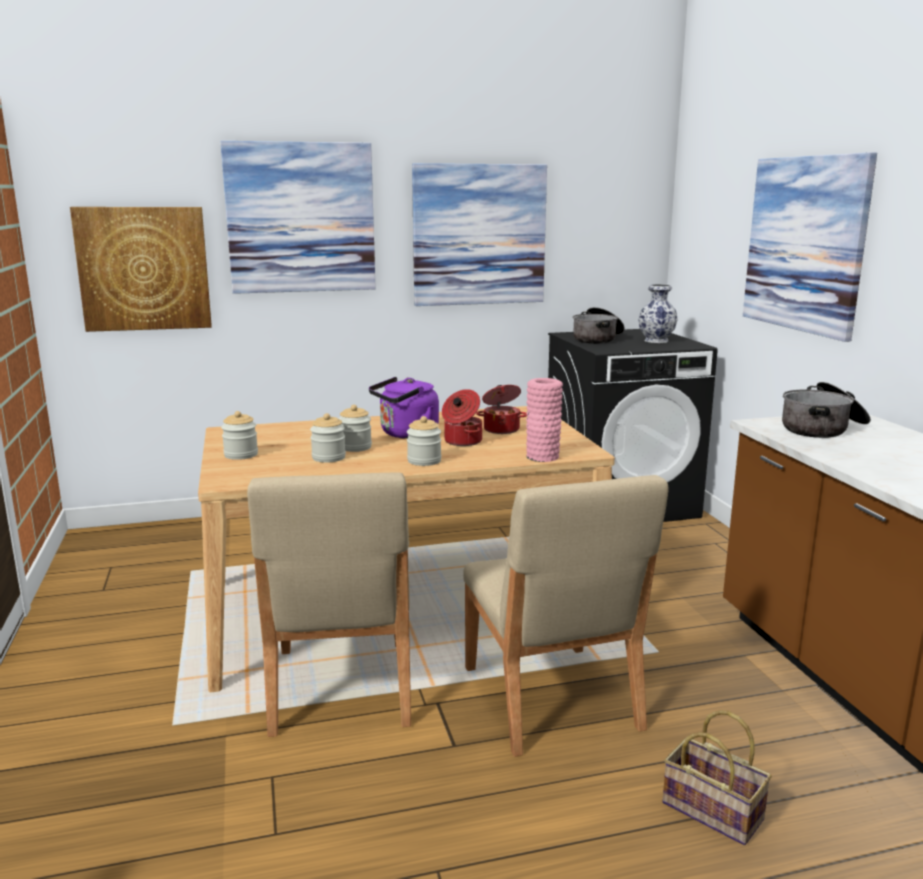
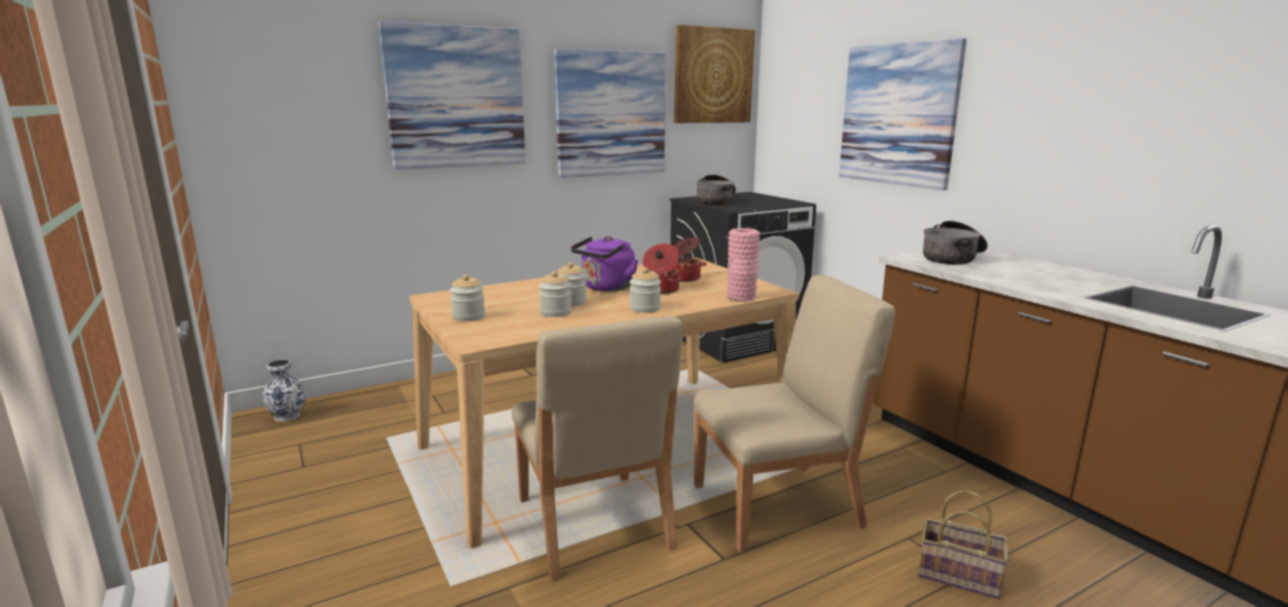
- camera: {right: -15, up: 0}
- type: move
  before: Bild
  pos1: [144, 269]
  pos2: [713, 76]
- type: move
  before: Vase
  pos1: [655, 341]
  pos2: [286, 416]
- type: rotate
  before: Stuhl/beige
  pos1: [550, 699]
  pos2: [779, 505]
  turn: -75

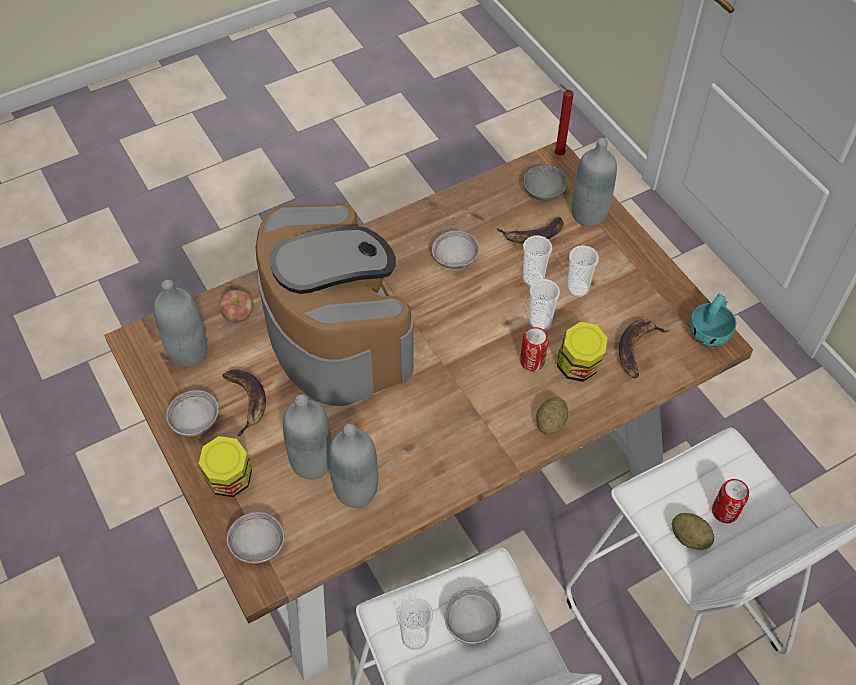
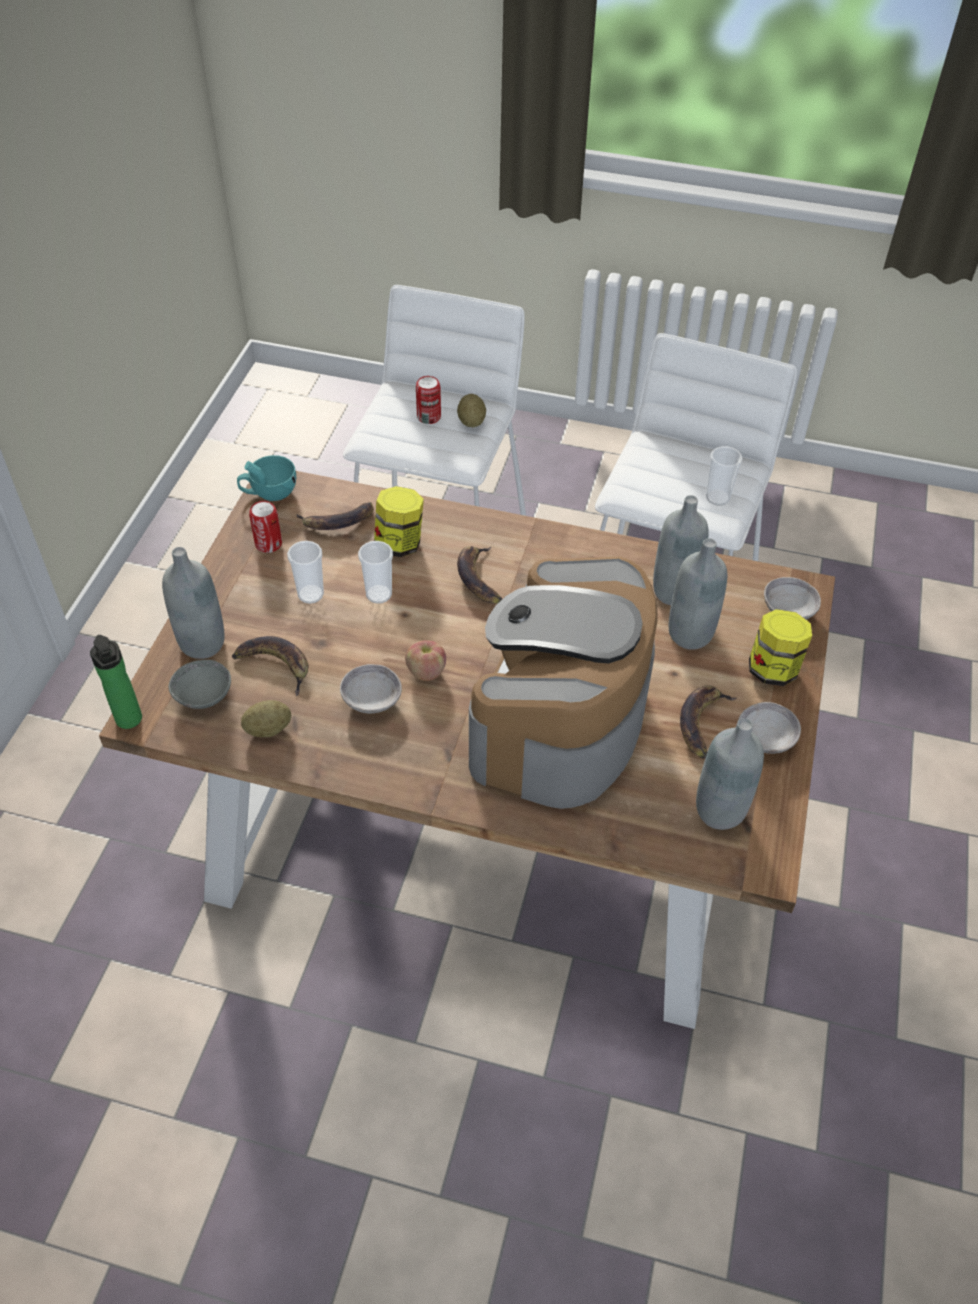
- camera: {right: -135, up: -5}
- type: delete
  before: Schüssel/grau
  pos1: [472, 622]
- type: delete
  before: Tasse
  pos1: [533, 278]
- type: insert
  after: Banane
  pos2: [479, 578]
- type: move
  before: Apfel
  pos1: [238, 315]
  pos2: [426, 671]
- type: move
  before: Dose
  pos1: [532, 361]
  pos2: [268, 544]
- type: move
  before: Kartoffel
  pos1: [550, 423]
  pos2: [268, 729]
- type: replace
  before: Kerze/rot
  after: Flasche
  pos1: [557, 154]
  pos2: [130, 722]

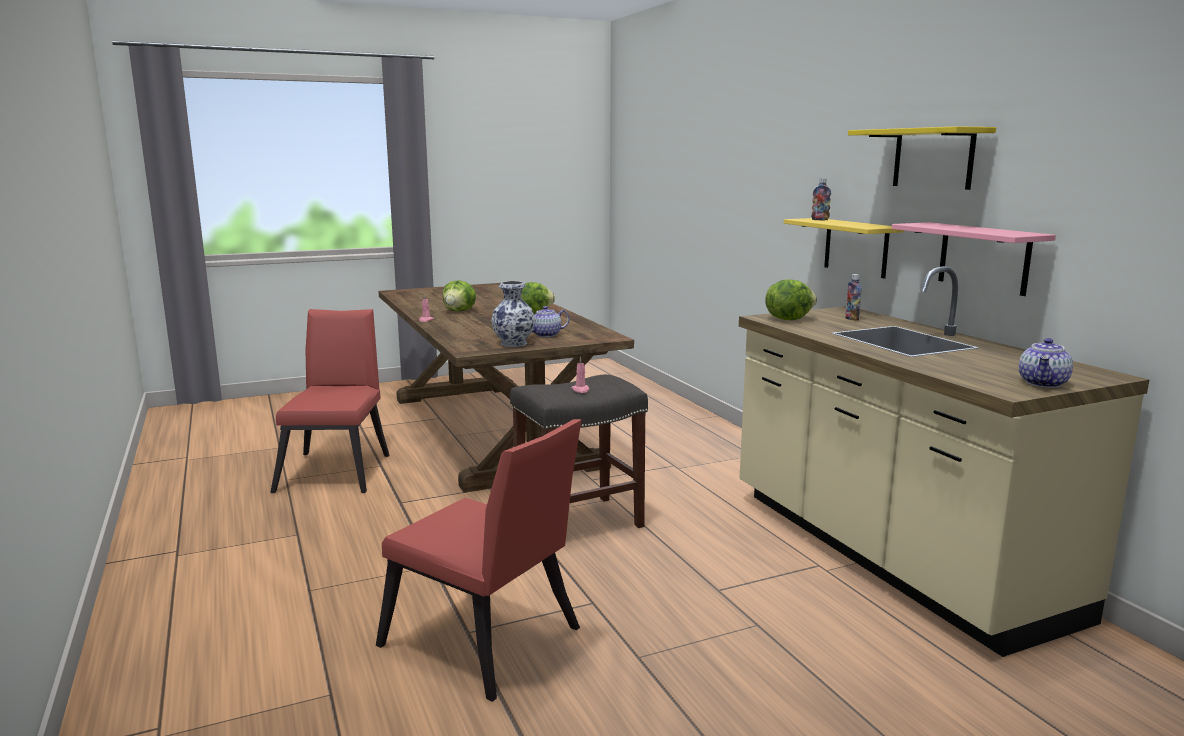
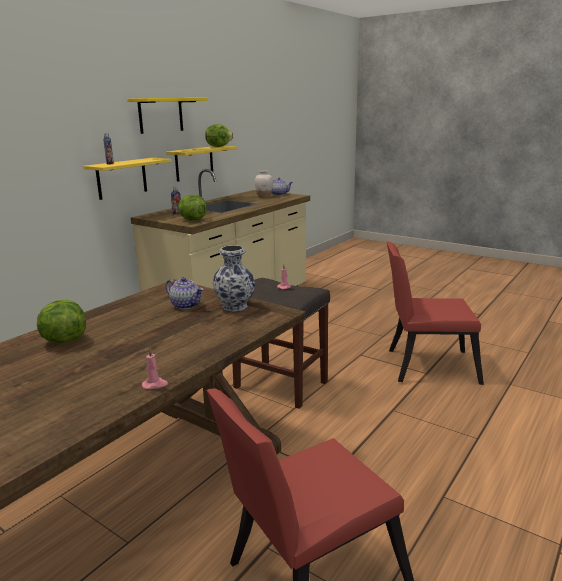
- camera: {right: -120, up: 5}
- type: insert
  after: Vase/weiß
  pos2: [264, 197]
- type: move
  before: Salatkopf
  pos1: [459, 311]
  pos2: [218, 146]
- type: recolor
  before: Wandregal/rosa
  after: Wandregal/gelb
  pos1: [983, 258]
  pos2: [194, 163]
- type: rotate
  before: Stuhl/rot
  pos1: [487, 644]
  pos2: [425, 365]
  turn: -90

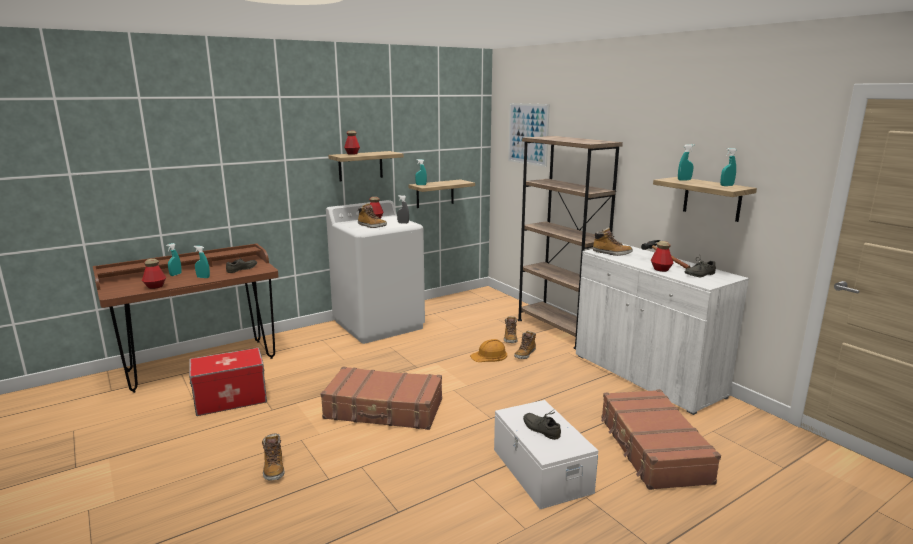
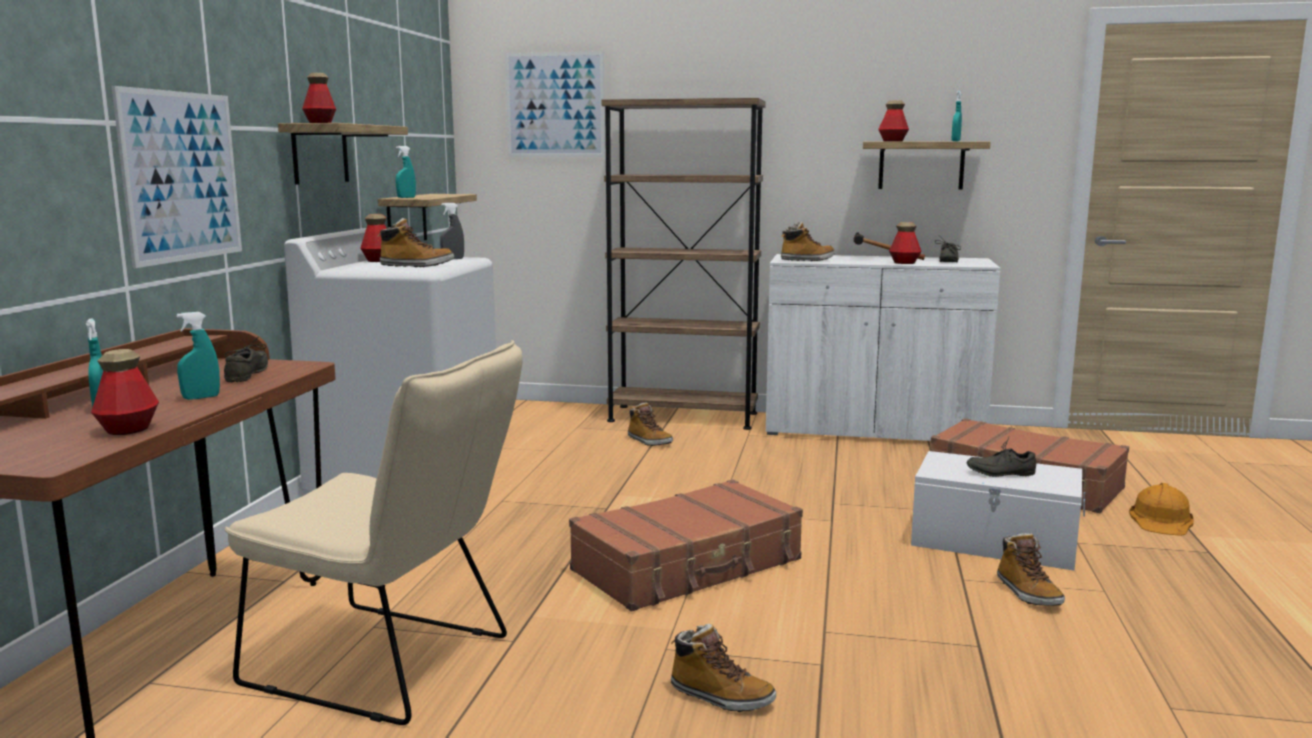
- camera: {right: -45, up: -5}
- type: insert
  after: Bild
  pos2: [181, 176]
- type: move
  before: Schutzhelm/orange
  pos1: [489, 355]
  pos2: [1162, 520]
- type: move
  before: Stiefel
  pos1: [525, 354]
  pos2: [1027, 593]
- type: replace
  before: Aufbewahrungsbox
  after: Stuhl/beige
  pos1: [230, 400]
  pos2: [392, 665]
- type: replace
  before: Sprühflasche/türkis
  after: Flasche
  pos1: [684, 180]
  pos2: [893, 141]

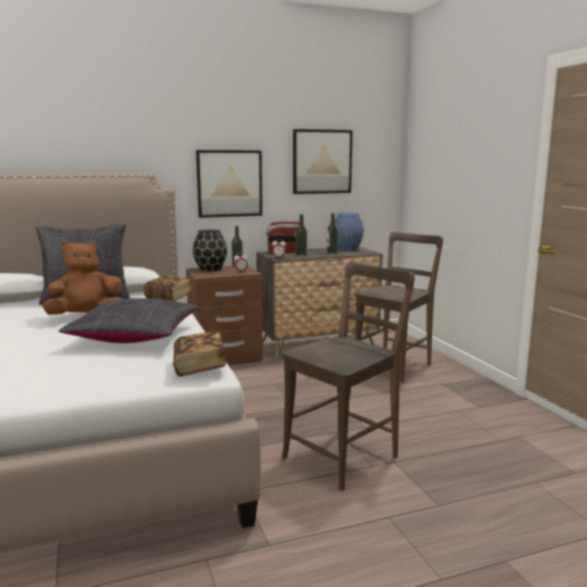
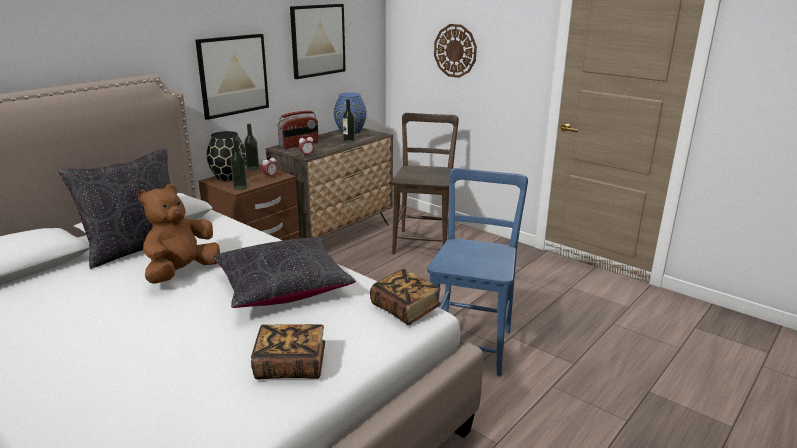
- camera: {right: -30, up: 10}
- type: insert
  after: Wanduhr
  pos2: [455, 50]
- type: move
  before: Buch
  pos1: [169, 298]
  pos2: [290, 366]
- type: move
  before: Flasche
  pos1: [301, 256]
  pos2: [240, 188]
- type: recolor
  before: Stuhl/braun
  after: Stuhl/blau
  pos1: [345, 455]
  pos2: [471, 343]

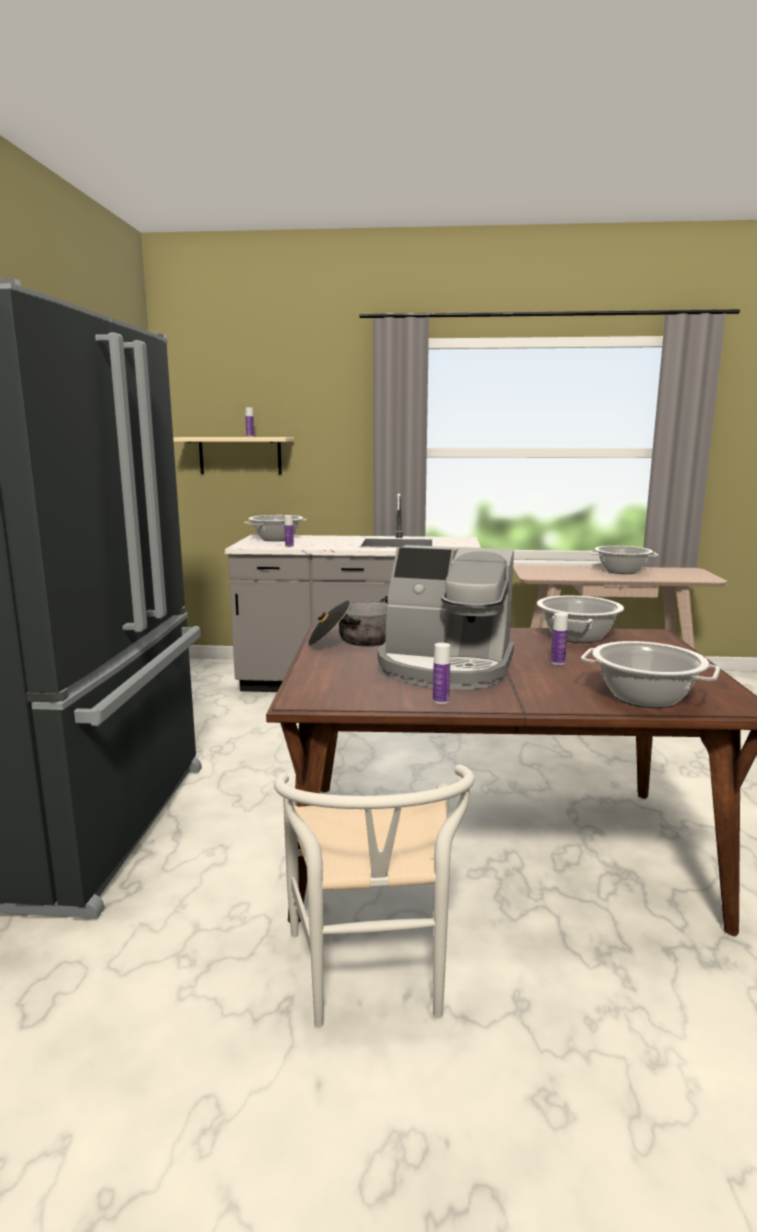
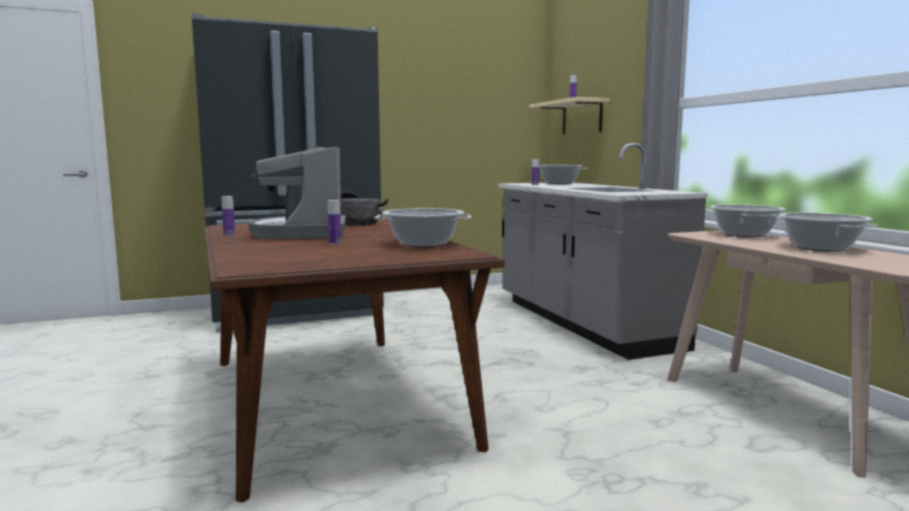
- camera: {right: 65, up: -5}
- type: delete
  before: Stuhl/weiß
  pos1: [373, 980]
- type: move
  before: Kochtopf
  pos1: [644, 697]
  pos2: [744, 234]

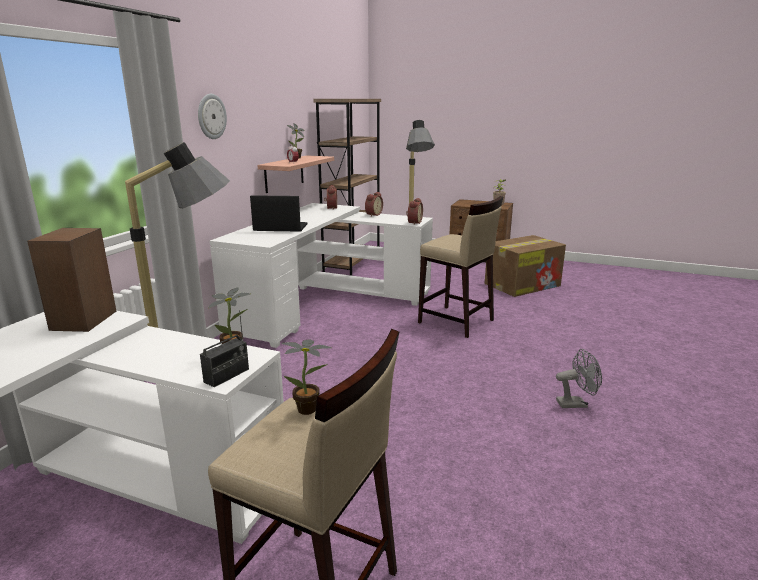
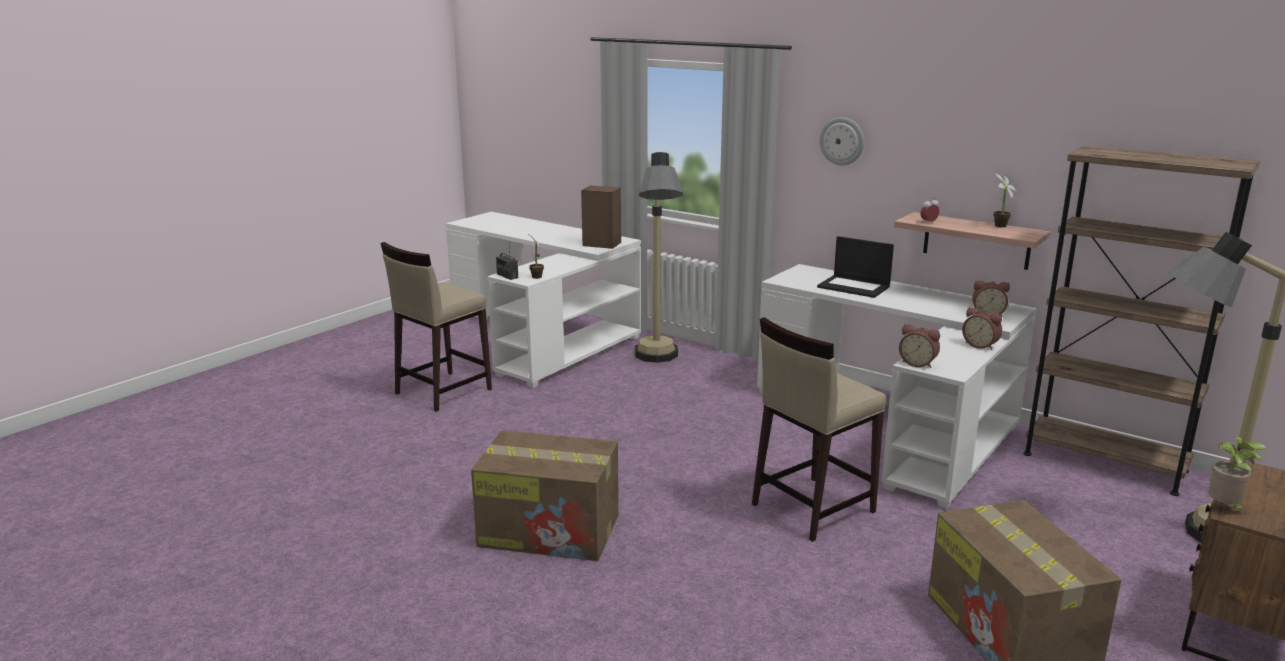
- camera: {right: 105, up: 0}
- type: delete
  before: Topfpflanze
  pos1: [310, 410]
- type: replace
  before: Ventilator/grau
  after: Karton
  pos1: [576, 403]
  pos2: [551, 530]
- type: rotate
  before: Laptop
  pos1: [280, 227]
  pos2: [854, 287]
  turn: 105

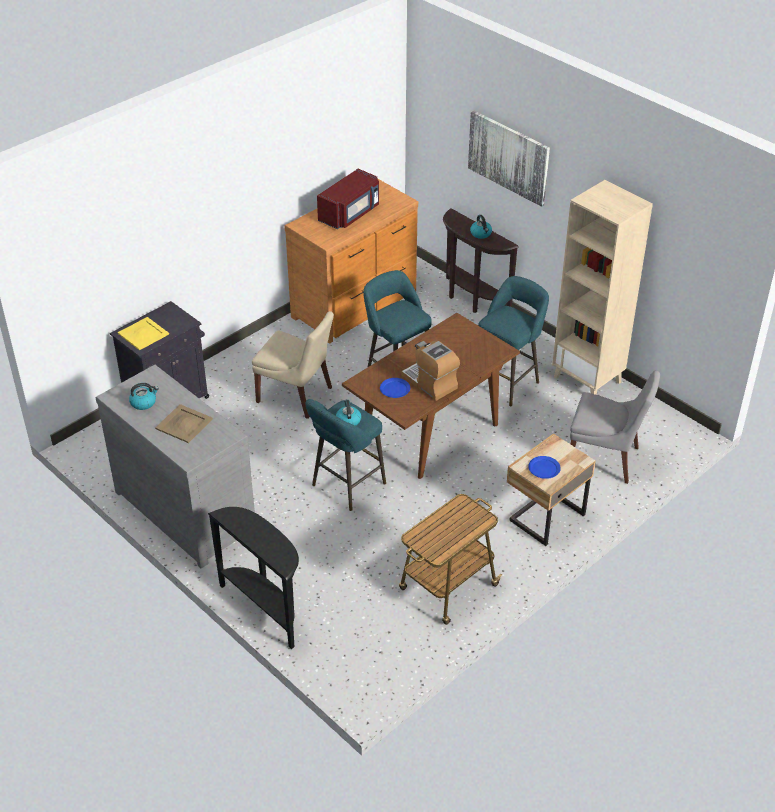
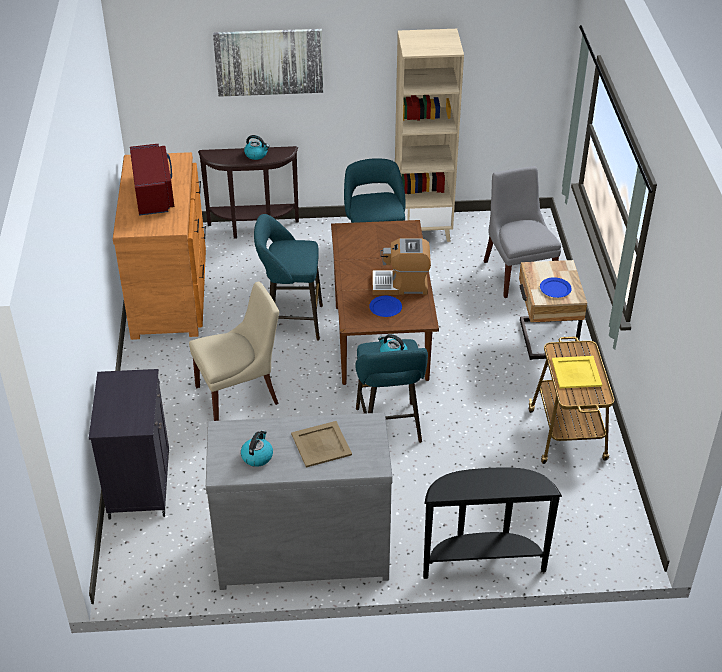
- camera: {right: -50, up: 0}
- type: move
  before: Tablett/gelb
  pos1: [143, 334]
  pos2: [577, 373]
- type: rotate
  before: Stuhl/grau
  pos1: [605, 459]
  pos2: [517, 273]
  turn: -75

